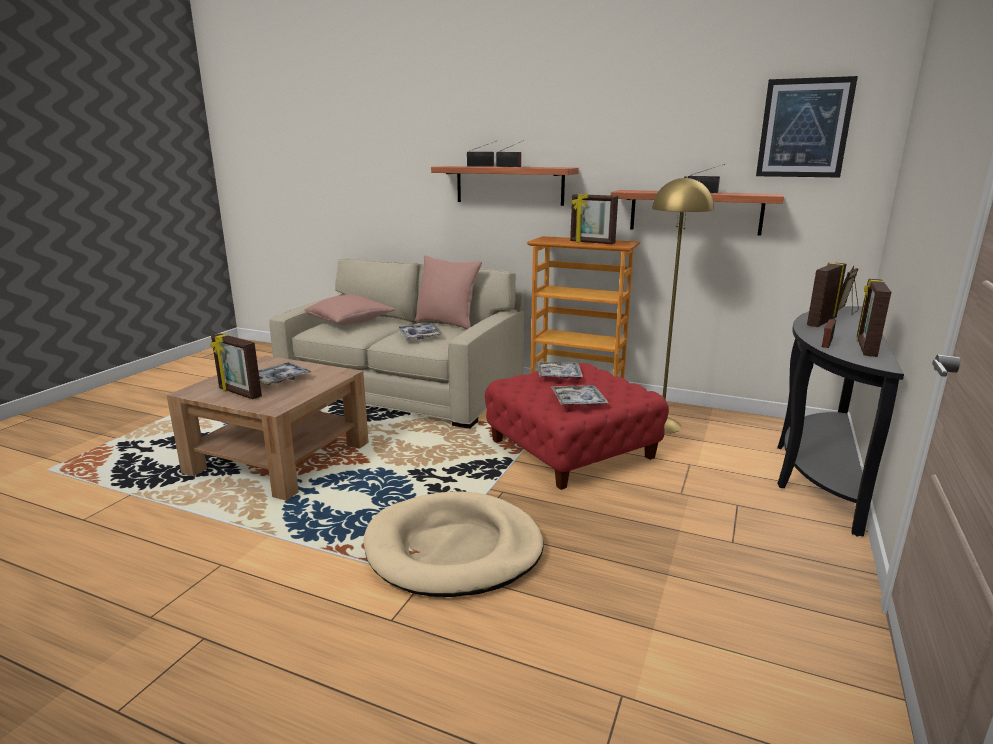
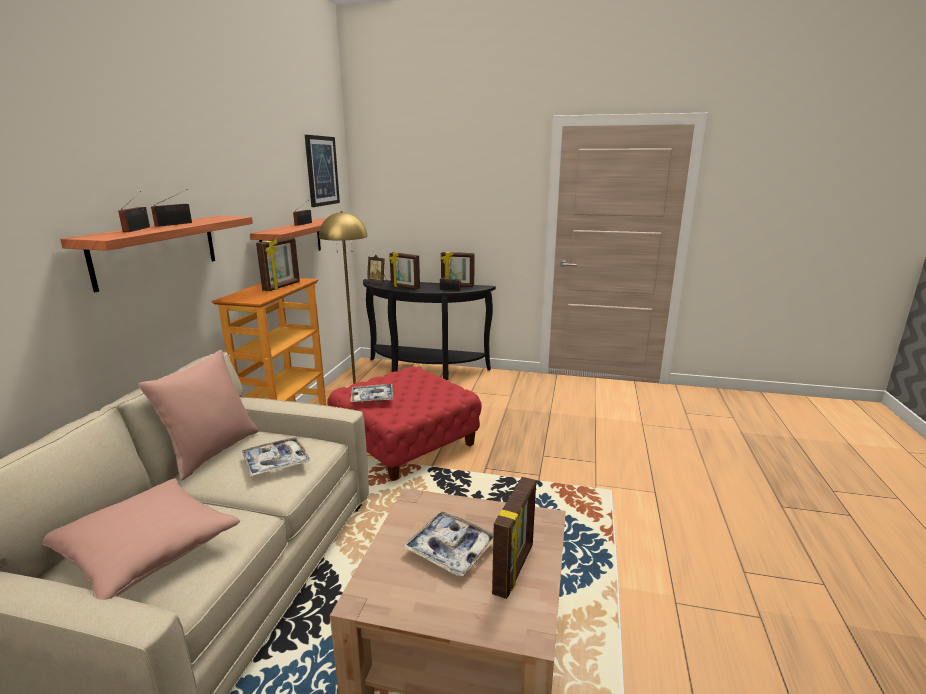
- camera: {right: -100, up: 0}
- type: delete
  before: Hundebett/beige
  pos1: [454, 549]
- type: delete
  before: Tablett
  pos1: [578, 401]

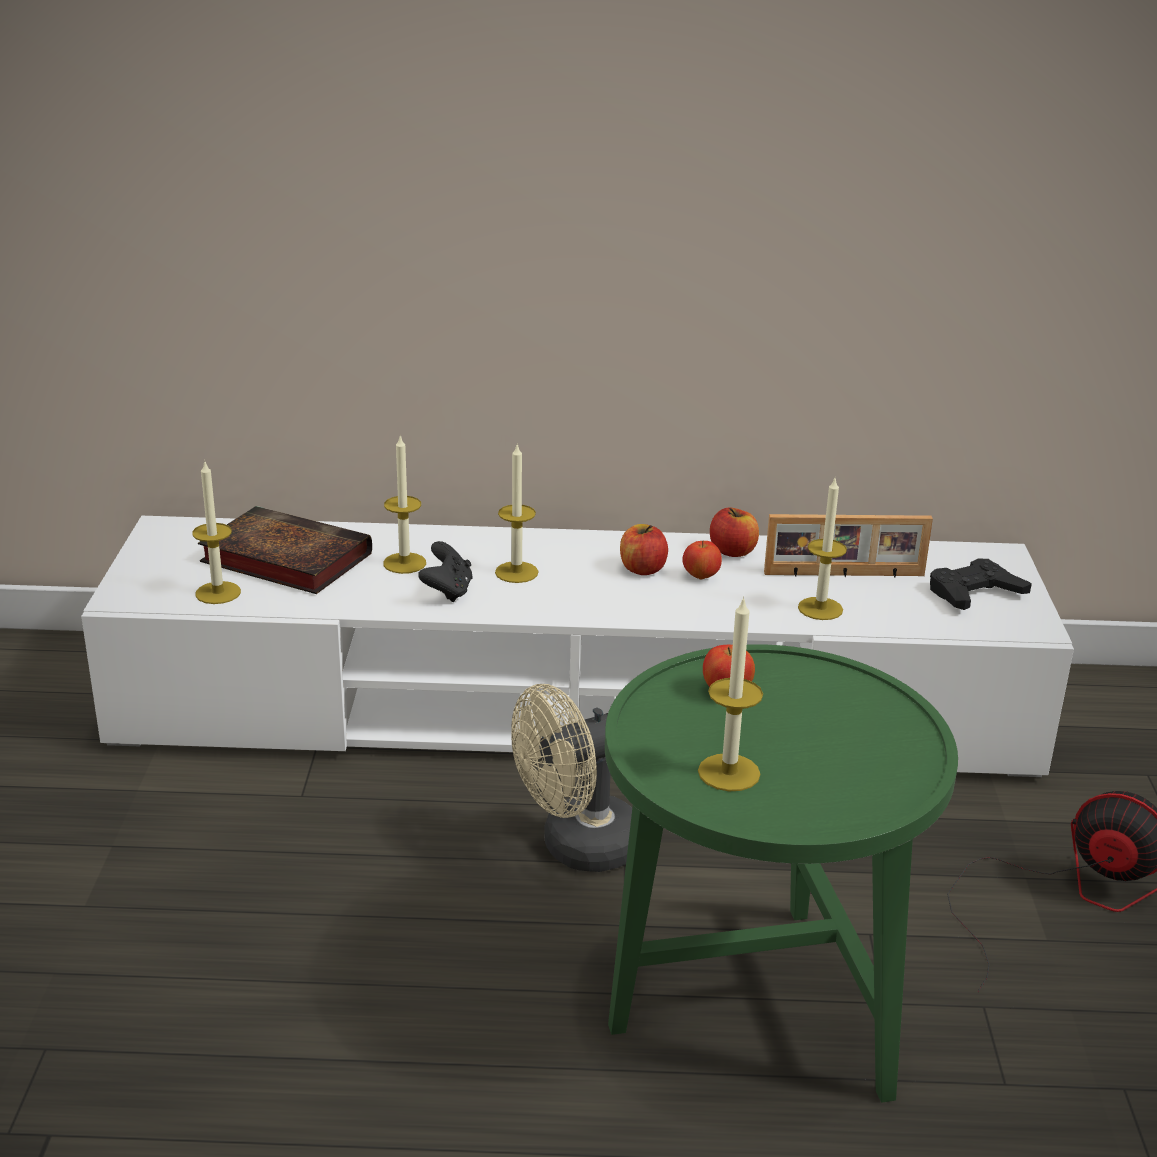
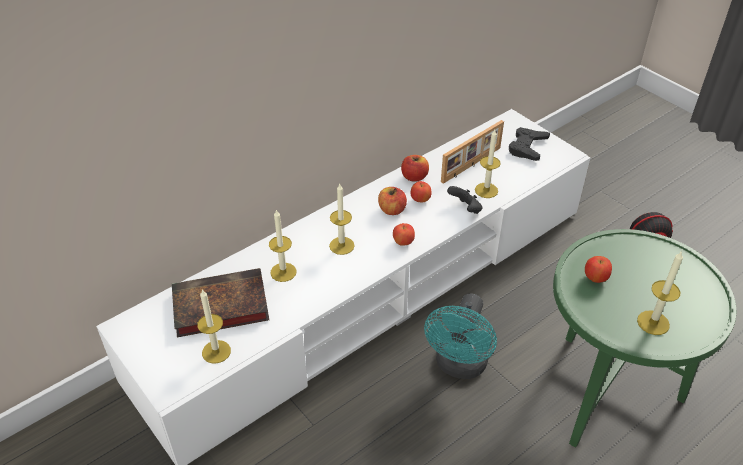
- camera: {right: -40, up: 15}
- type: insert
  after: Apfel
  pos2: [403, 242]
- type: move
  before: Gamepad/schwarz
  pos1: [447, 591]
  pos2: [465, 209]
- type: recolor
  before: Ventilator/beige
  after: Ventilator/türkis
  pos1: [578, 848]
  pos2: [459, 366]

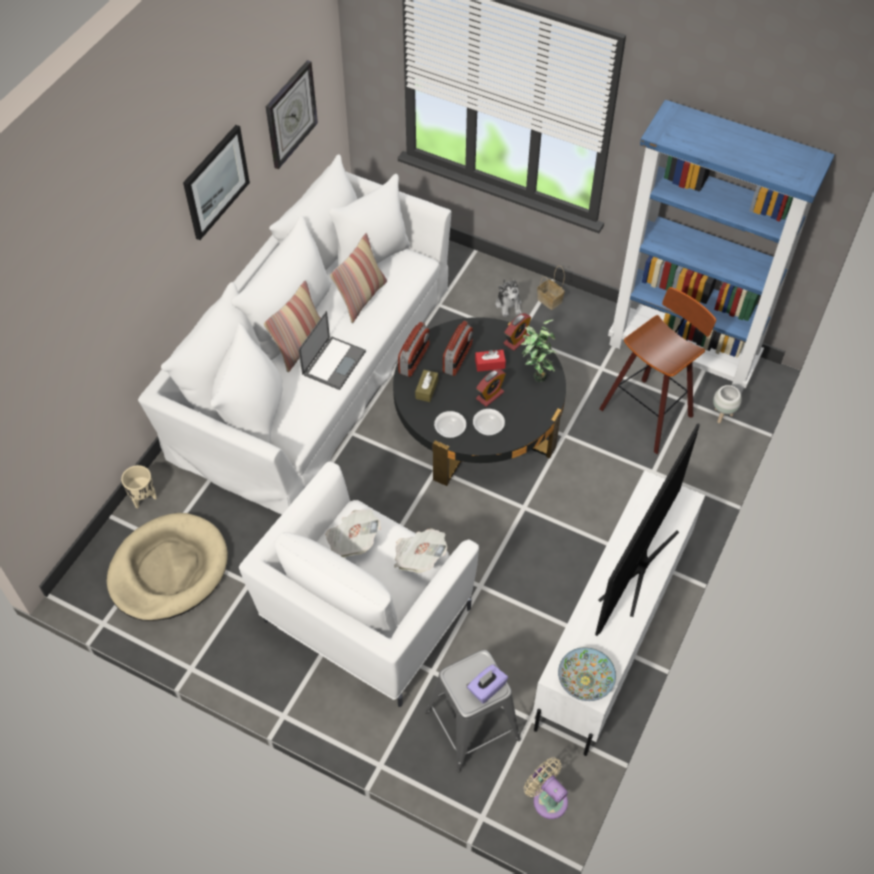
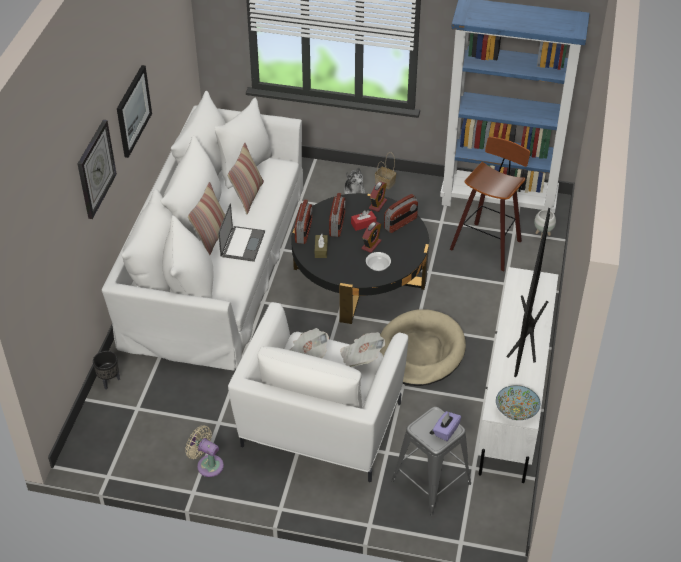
- camera: {right: -15, up: -10}
- type: delete
  before: Schüssel
  pos1: [450, 430]
- type: move
  before: Hundebett/beige
  pos1: [168, 570]
  pos2: [420, 351]
- type: move
  before: Wanduhr
  pos1: [290, 114]
  pos2: [95, 169]
- type: move
  before: Ventilator/beige
  pos1: [547, 798]
  pos2: [207, 464]
- type: replace
  before: Topfpflanze
  after: Radio
  pos1: [536, 373]
  pos2: [400, 223]
- type: recolor
  before: Pflanzkübel/beige
  after: Pflanzkübel/schwarz
  pos1: [143, 498]
  pos2: [109, 381]

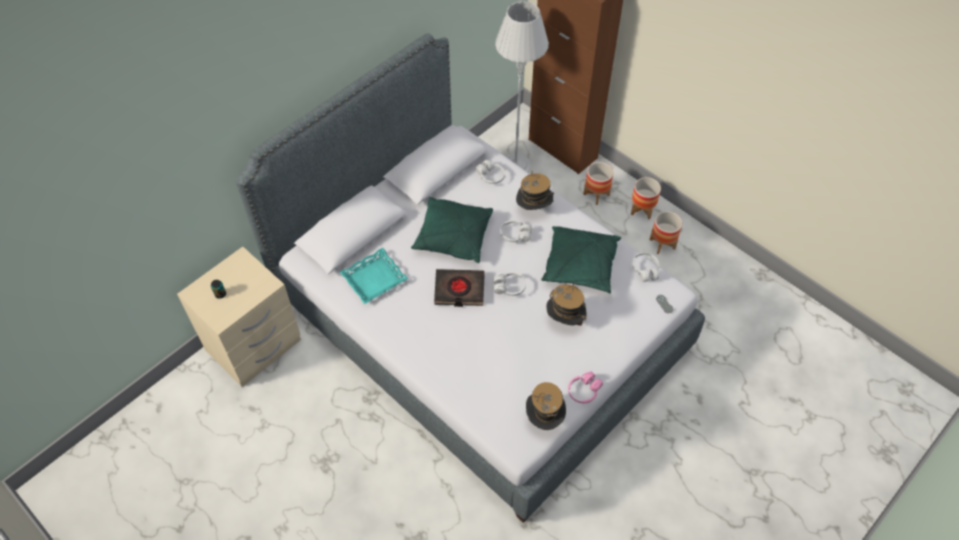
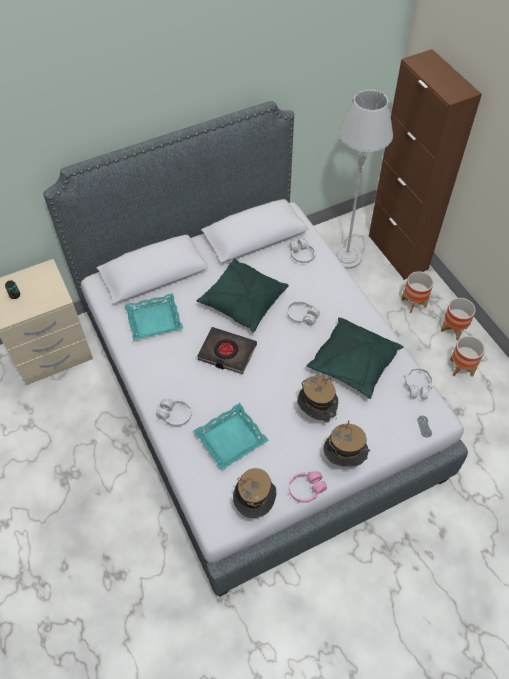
- camera: {right: 20, up: 0}
- type: insert
  after: Tablett/türkis
  pos2: [230, 438]
- type: move
  before: Kopfhörer/weiß
  pos1: [509, 287]
  pos2: [175, 415]
- type: move
  before: Hut
  pos1: [533, 209]
  pos2: [343, 458]

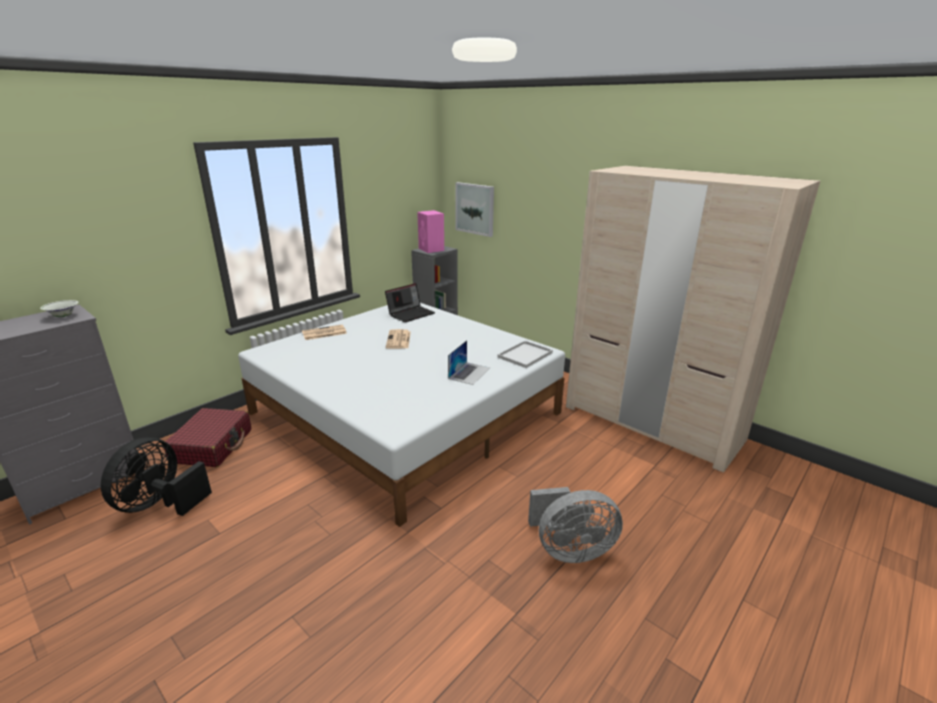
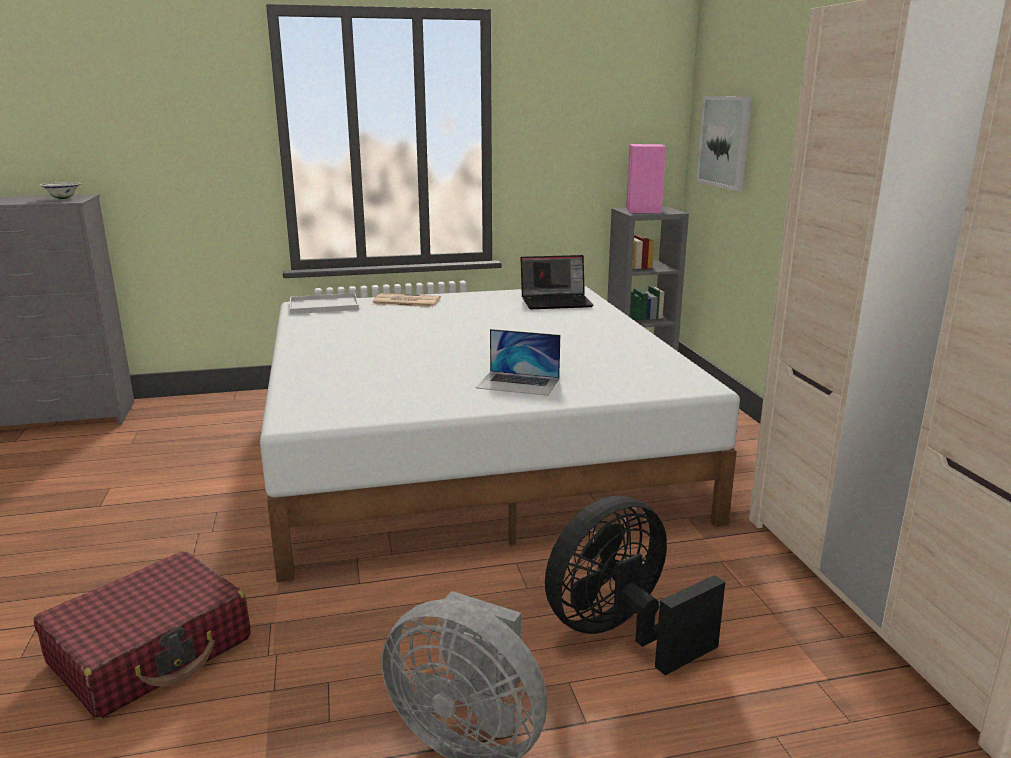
- camera: {right: 35, up: -5}
- type: delete
  before: Zeitung
  pos1: [398, 340]
- type: move
  before: Ventilator/schwarz
  pos1: [160, 504]
  pos2: [621, 633]
- type: move
  before: Koffer/rot
  pos1: [212, 446]
  pos2: [151, 651]
- type: move
  before: Tablett/weiß
  pos1: [525, 354]
  pos2: [325, 305]
- type: rotate
  before: Laptop
  pos1: [469, 373]
  pos2: [518, 383]
  turn: 45

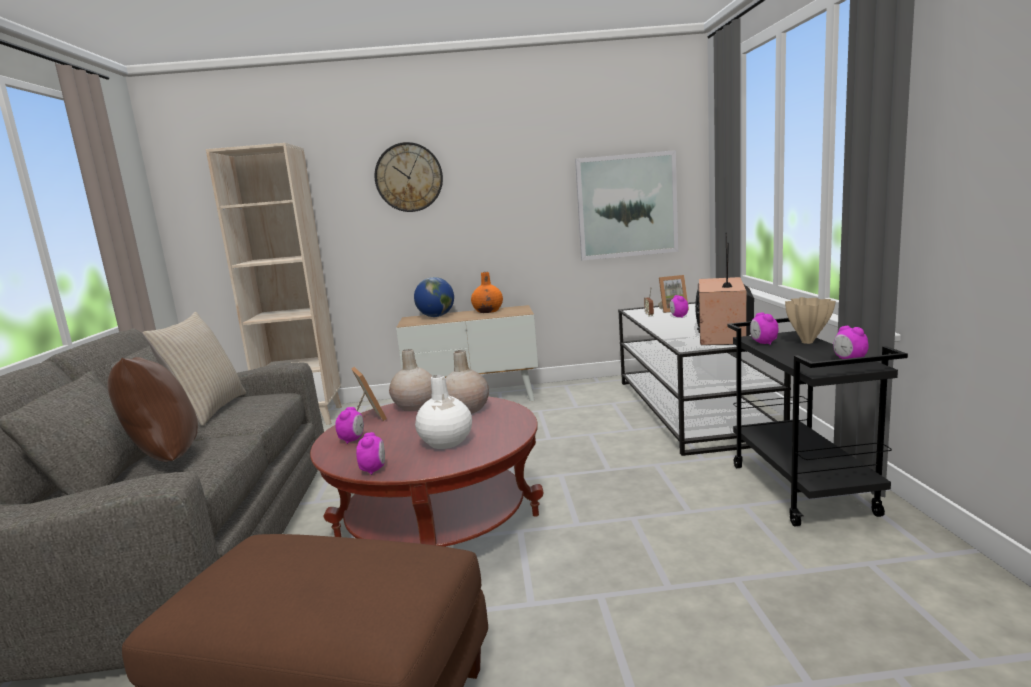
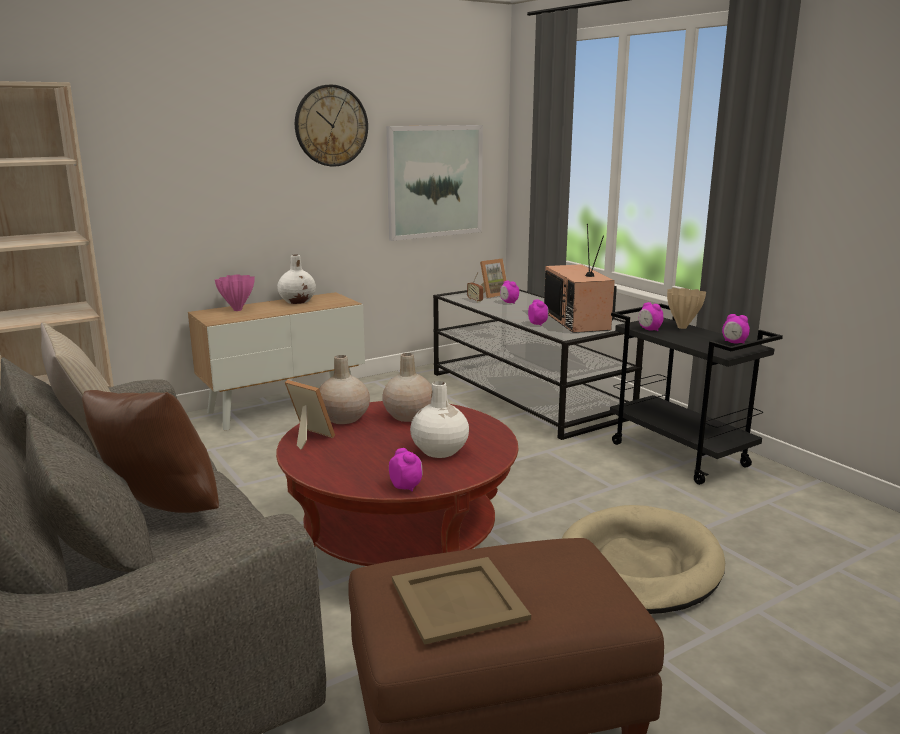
- camera: {right: -30, up: 5}
- type: insert
  after: Tablett/beige
  pos2: [460, 600]
- type: insert
  after: Hundebett/beige
  pos2: [638, 566]
- type: move
  before: Wecker
  pos1: [352, 440]
  pos2: [538, 324]
- type: move
  before: Wanduhr
  pos1: [409, 177]
  pos2: [331, 126]
- type: replace
  before: Globus
  after: Vase/rosa
  pos1: [436, 316]
  pos2: [238, 310]
- type: recolor
  before: Vase/orange
  after: Vase/weiß
  pos1: [488, 311]
  pos2: [297, 301]

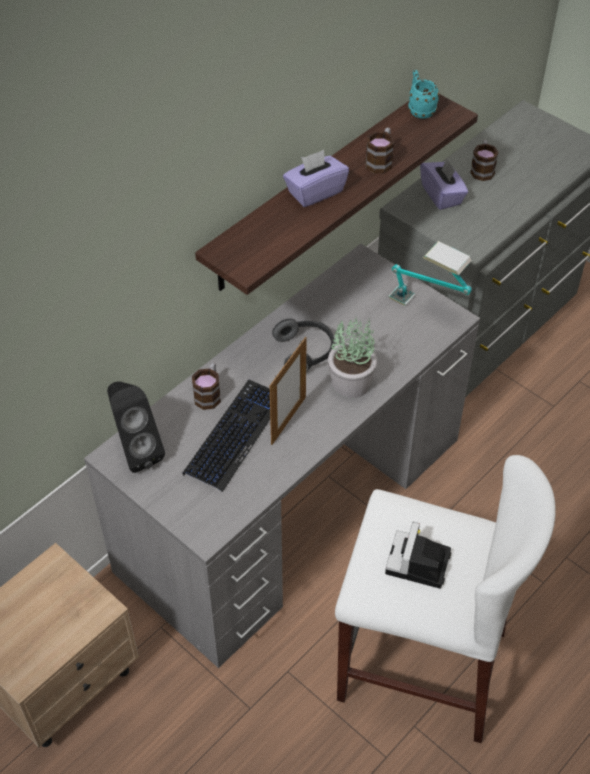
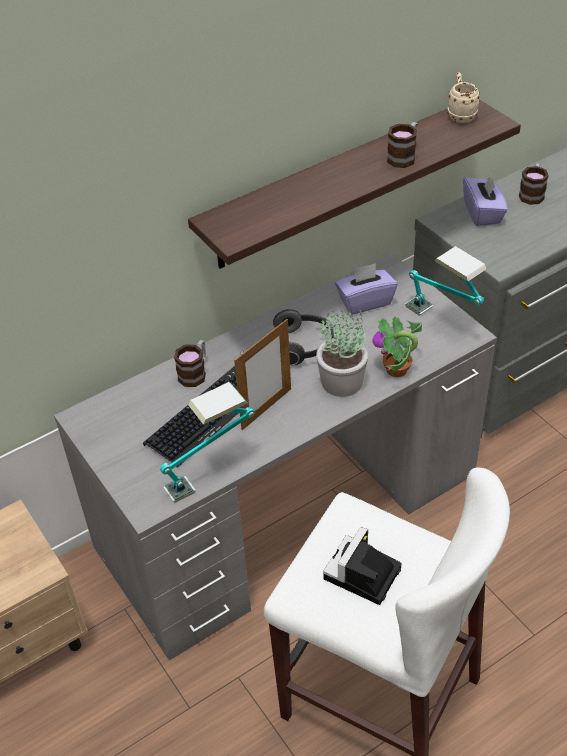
- camera: {right: 15, up: -5}
- type: delete
  before: Lautsprecher/schwarz
  pos1: [136, 451]
- type: insert
  after: Tischlampe
  pos2: [212, 474]
- type: insert
  after: Topfpflanze
  pos2: [396, 370]
- type: move
  before: Taschentuchbox/lila
  pos1: [315, 192]
  pos2: [365, 301]
- type: recolor
  before: Henkelbecher/türkis
  after: Henkelbecher/beige
  pos1: [419, 109]
  pos2: [460, 115]

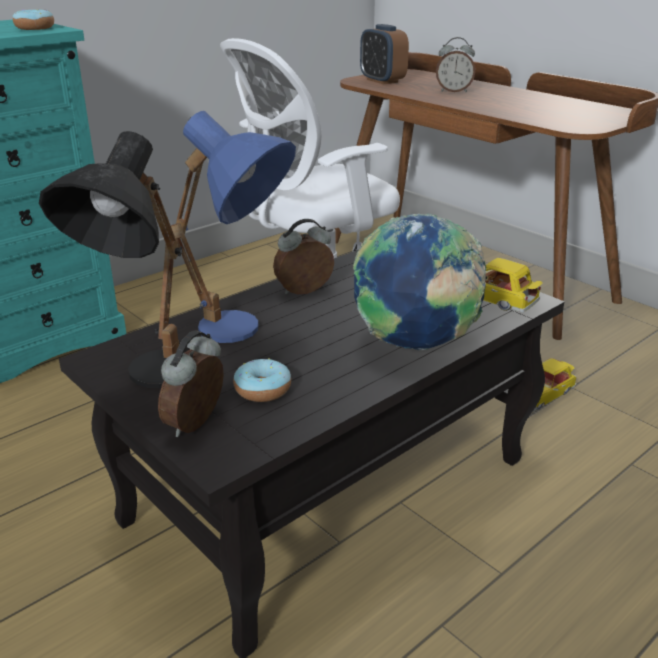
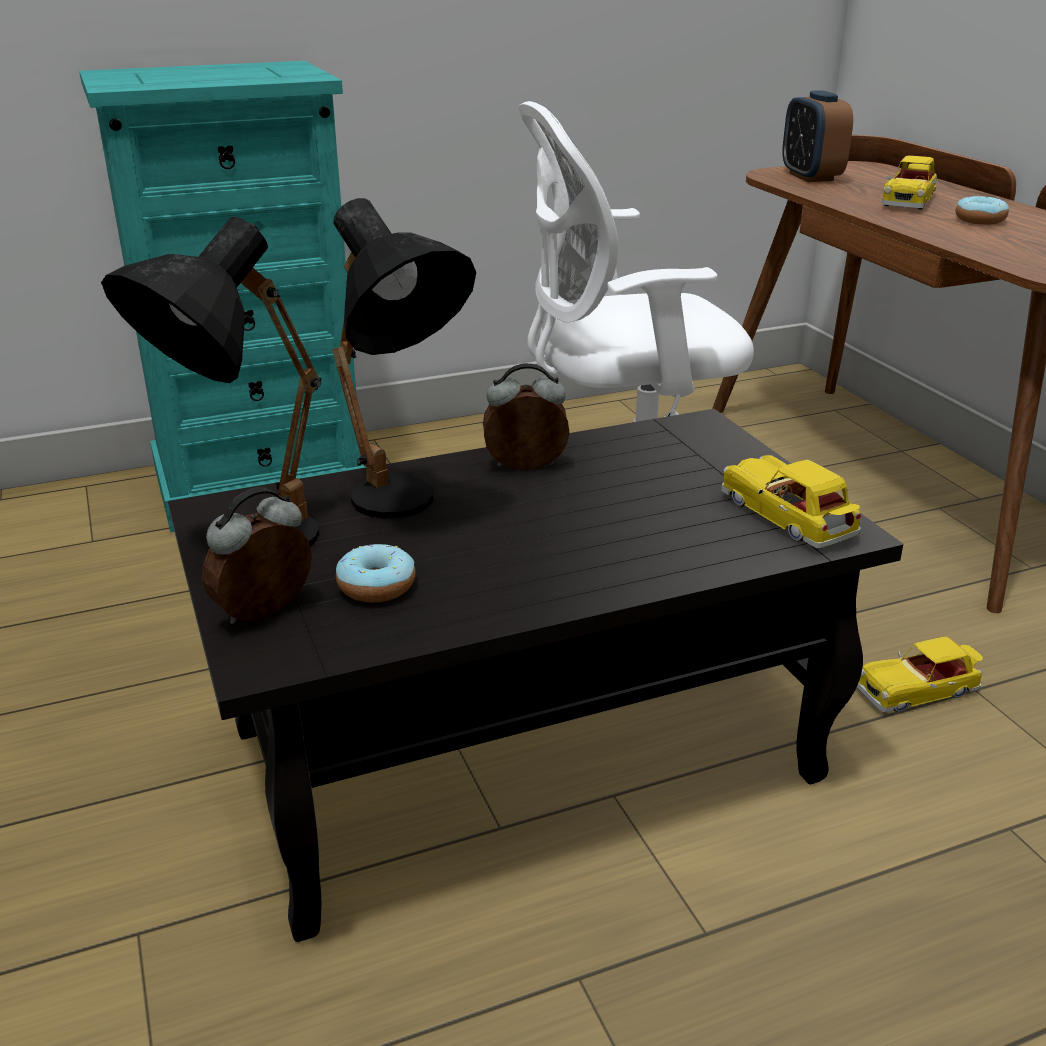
- camera: {right: 20, up: 0}
- type: delete
  before: Globus
  pos1: [415, 345]
- type: move
  before: Donut
  pos1: [35, 28]
  pos2: [980, 220]
- type: replace
  before: Wecker
  after: Spielzeugauto
  pos1: [453, 91]
  pos2: [908, 201]
- type: recolor
  before: Tischlampe/blau
  after: Tischlampe/schwarz
  pos1: [244, 335]
  pos2: [404, 512]

